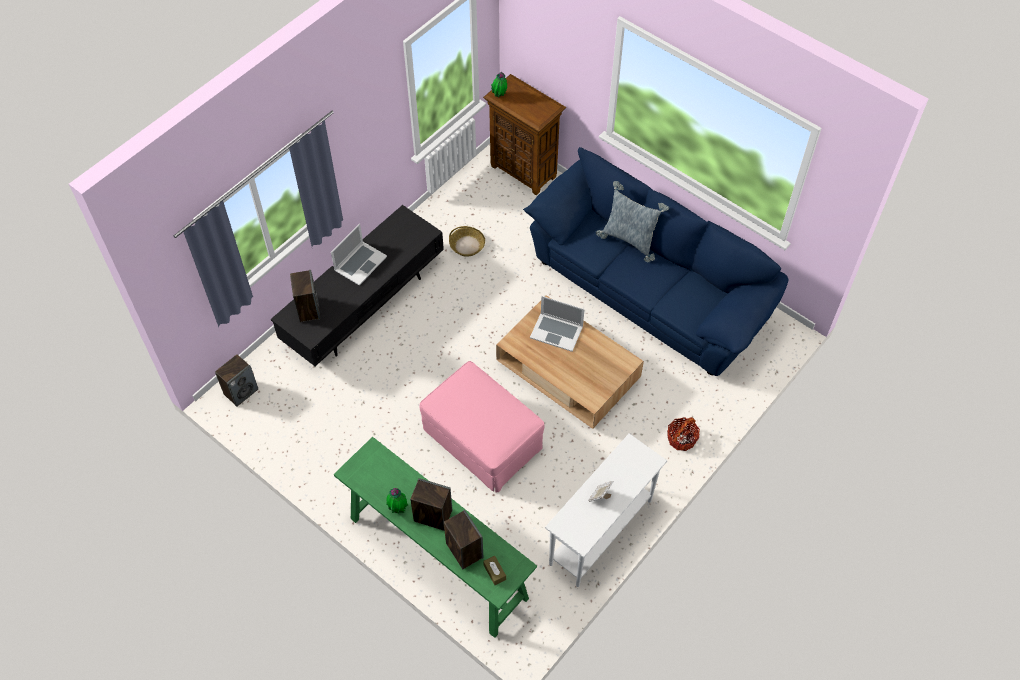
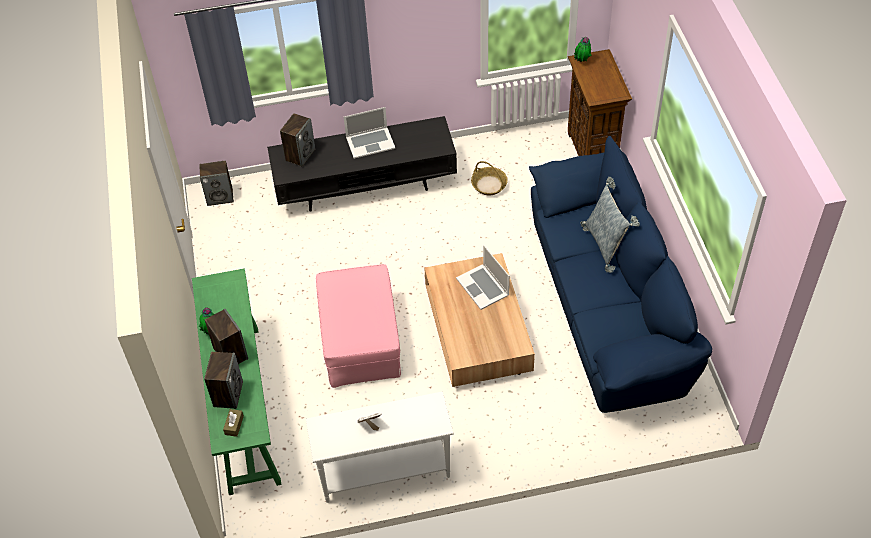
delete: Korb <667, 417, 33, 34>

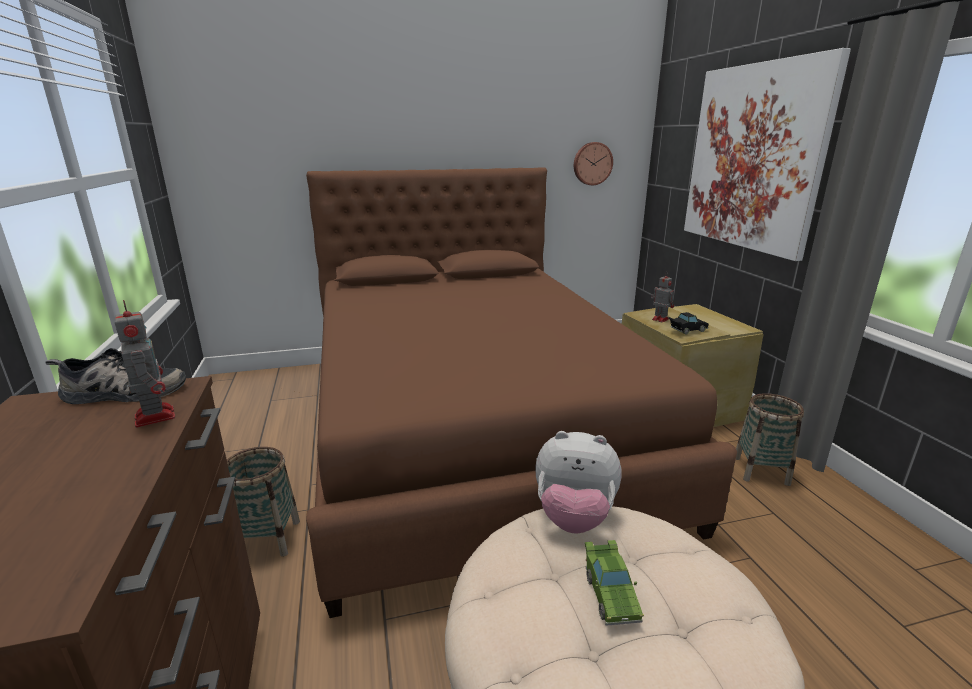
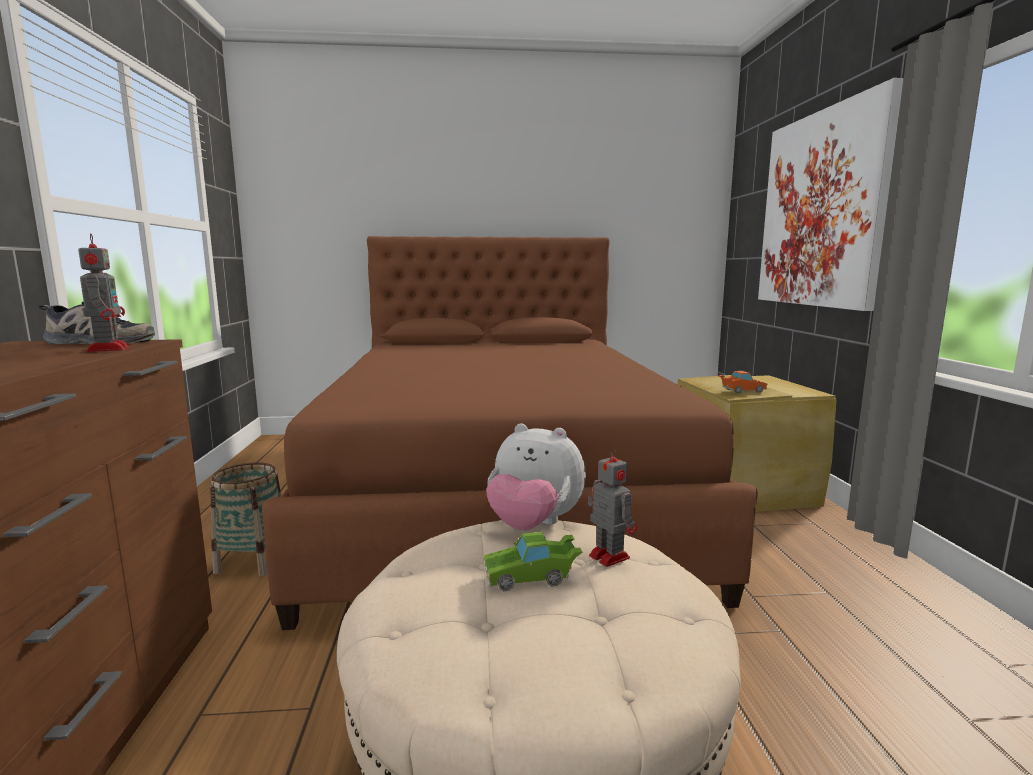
delete: Wanduhr <574, 142, 39, 43>; Korb <736, 393, 68, 93>
move: Spielzeugroboter <651, 274, 23, 48> to <588, 447, 49, 120>
recolor: Spielzeugauto/schwarz <668, 312, 41, 22> to Spielzeugauto/orange <718, 371, 50, 23>
rotate: Spielzeugauto/grün <585, 540, 59, 86> = <483, 532, 100, 59> 75 degrees clockwise

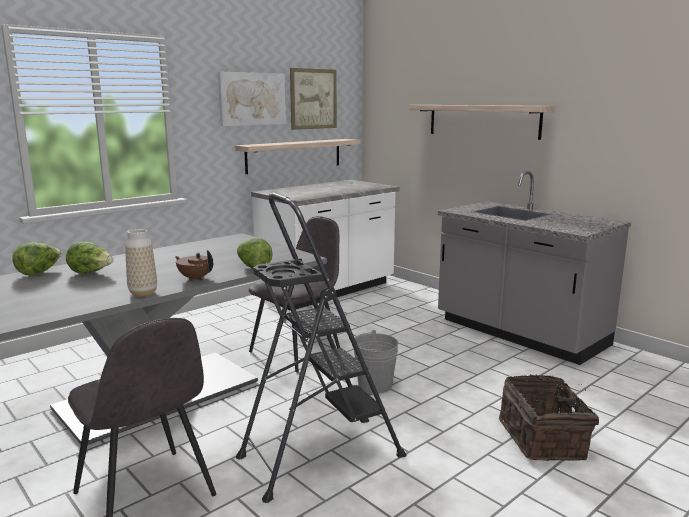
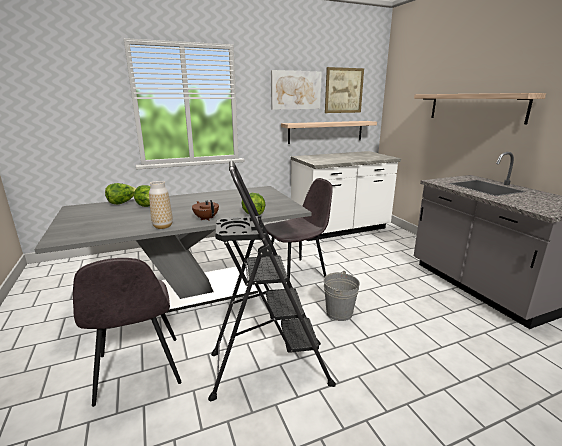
delete: Korb <499, 374, 100, 87>

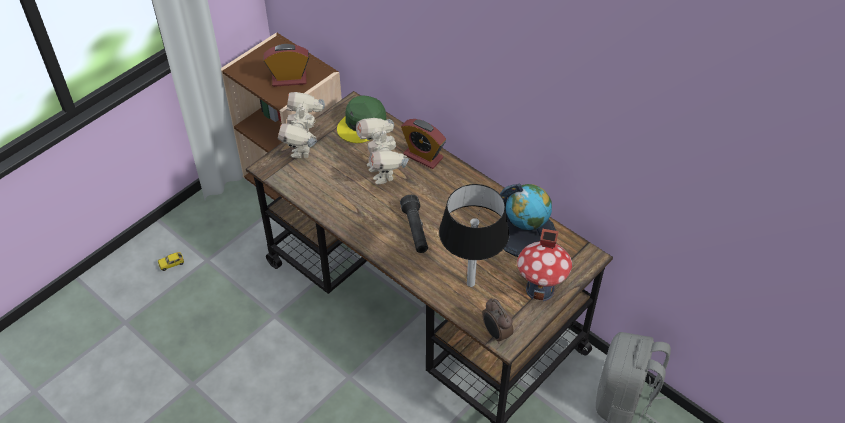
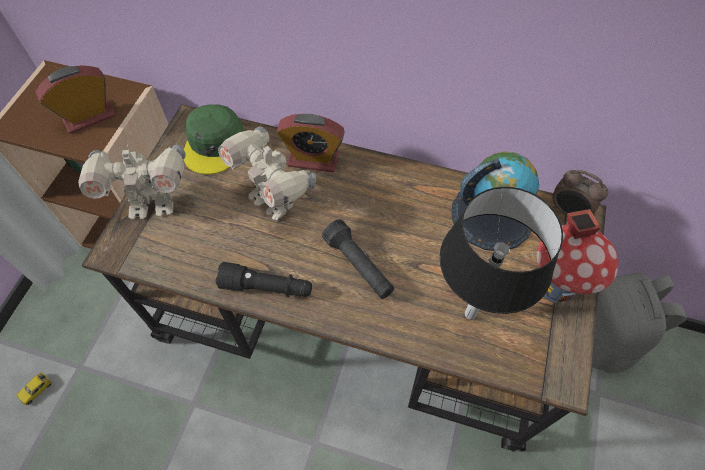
insert: Taschenlampe/schwarz <216, 262, 96, 35>
move: Wecker <482, 298, 32, 46> to <552, 170, 56, 45>
rotate: Spielzeugroboter <278, 92, 47, 66> = <78, 144, 108, 75> 75 degrees counterclockwise

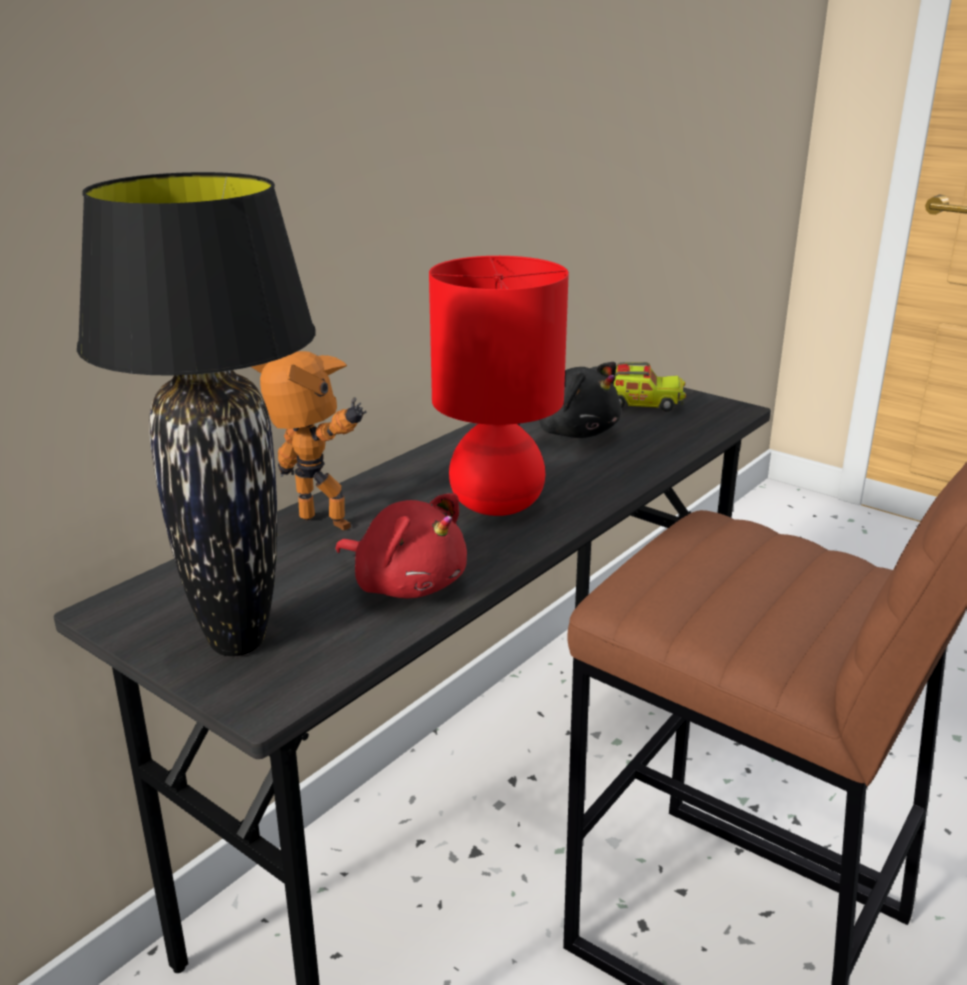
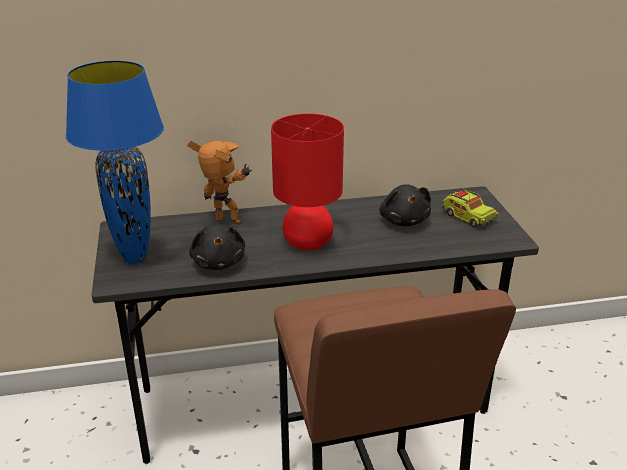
recolor: Tischlampe/schwarz <77, 172, 239, 484> to Tischlampe/blau <66, 61, 98, 203>; Plüschtier/rot <335, 493, 132, 105> to Plüschtier/schwarz <189, 223, 56, 47>
rotate: Spielzeugroboter <251, 351, 116, 179> = <187, 141, 65, 84> 45 degrees counterclockwise

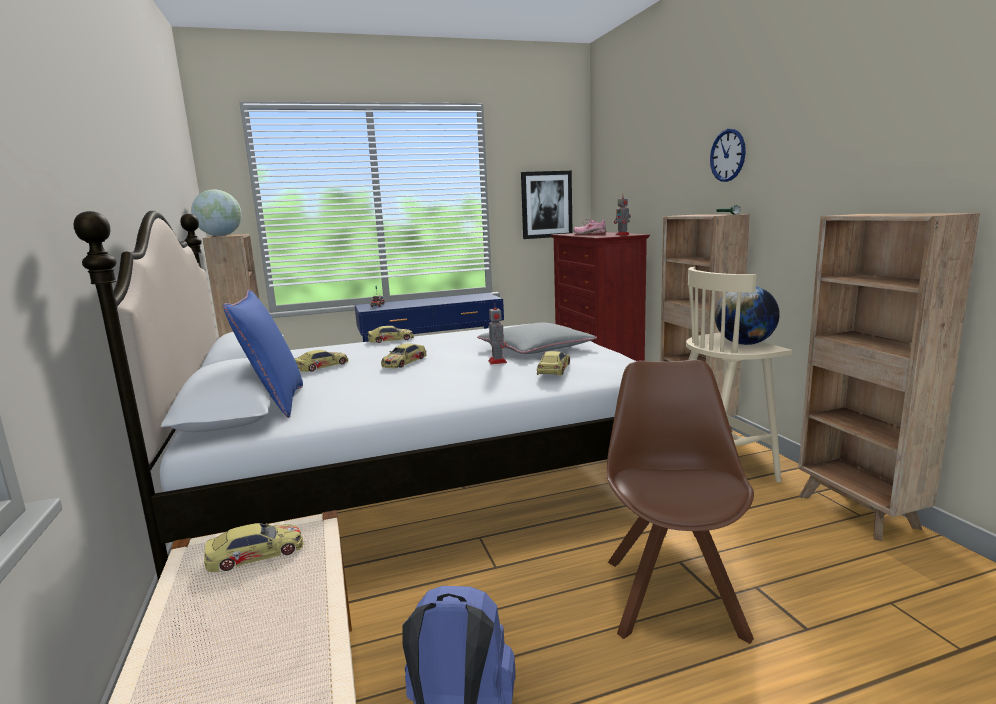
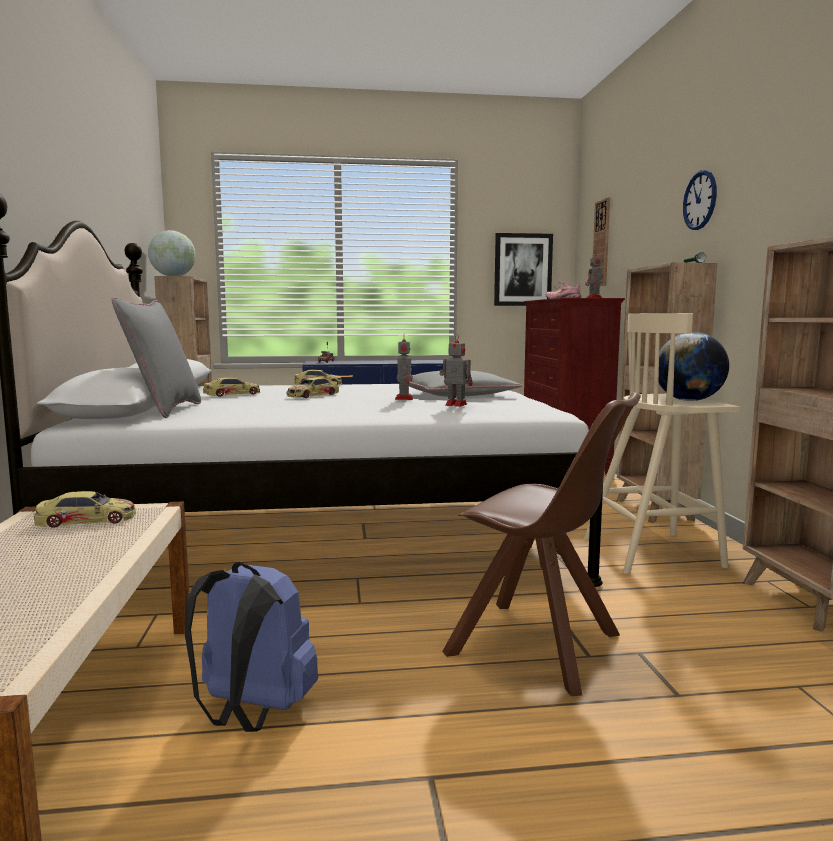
insert: Wanduhr <592, 197, 18, 89>
replace: Spielzeugauto <537, 351, 33, 25> to Spielzeugroboter <440, 334, 32, 73>
recolor: Kissen/blau <223, 289, 80, 129> to Kissen/grau <111, 297, 90, 121>
rotate: Stuhl/braun <607, 360, 147, 284> = <442, 392, 199, 304> 105 degrees clockwise

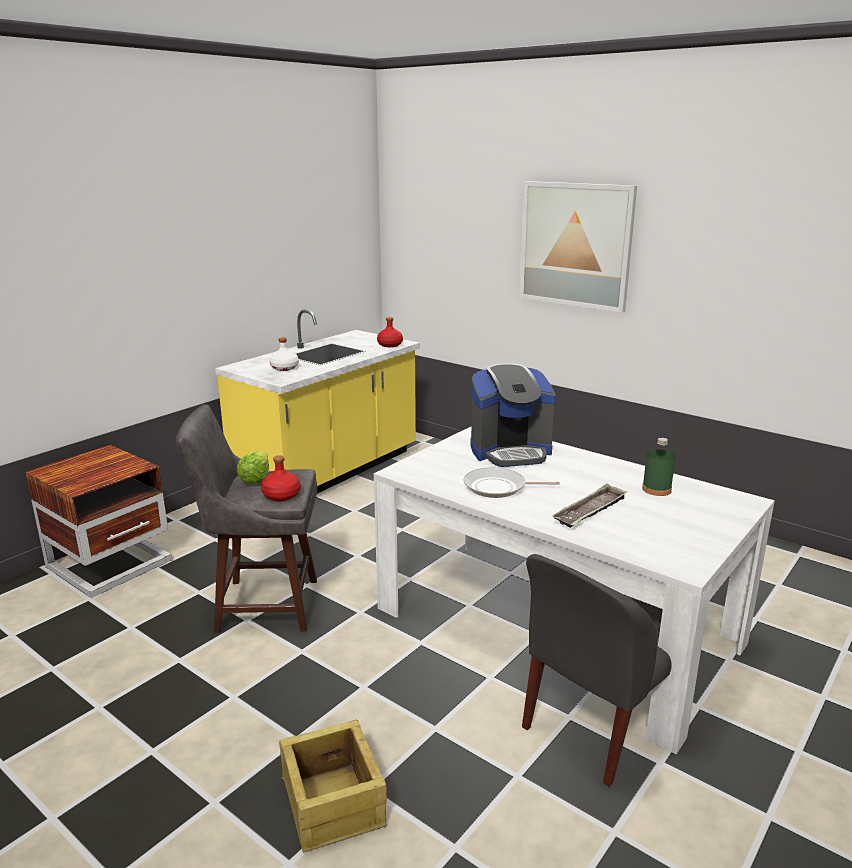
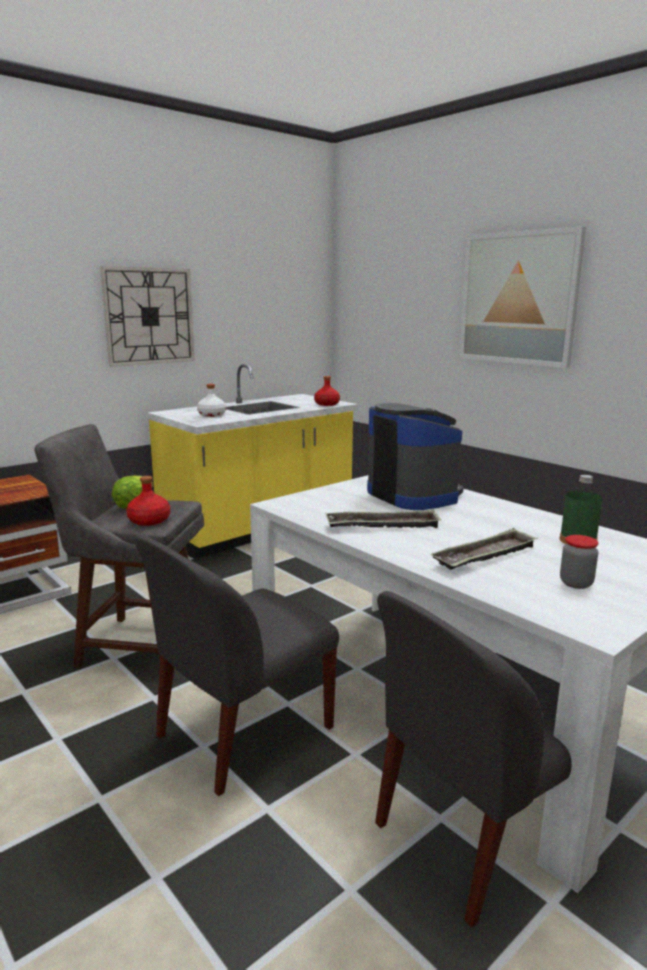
delete: Kiste <279, 720, 108, 132>
insert: Wanduhr <100, 266, 95, 101>; Stuhl/grau <134, 535, 205, 261>; Vorratsglas <560, 535, 38, 54>
replace: Pfanne <464, 467, 96, 31> to Tablett <325, 510, 117, 18>
rotate: Kaffeemaschine <471, 363, 85, 104> = <367, 403, 97, 107> 120 degrees counterclockwise

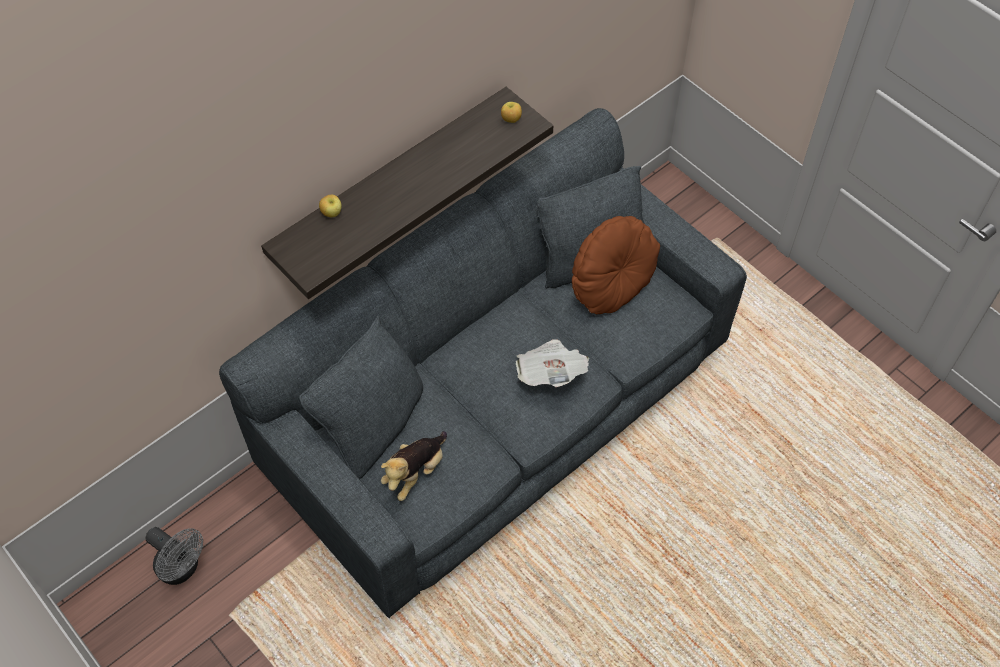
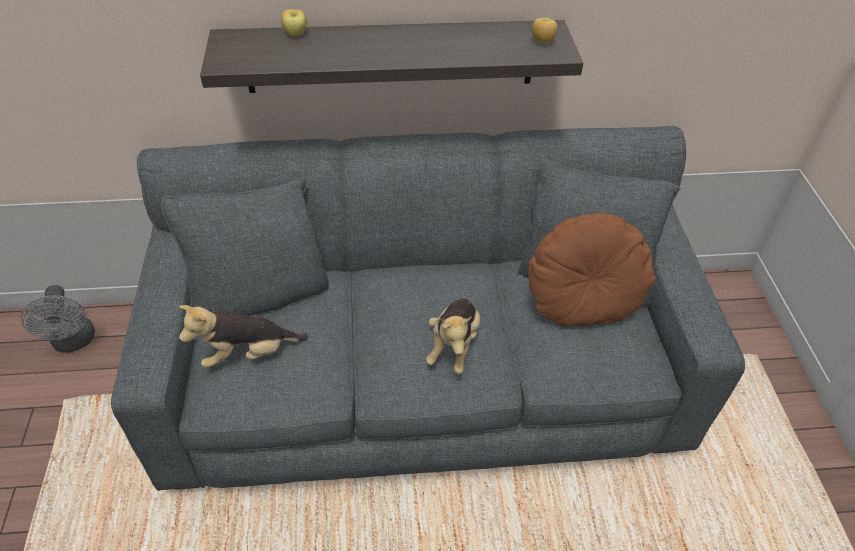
replace: Zeitung <516, 339, 73, 48> to Plüschtier <426, 298, 54, 76>

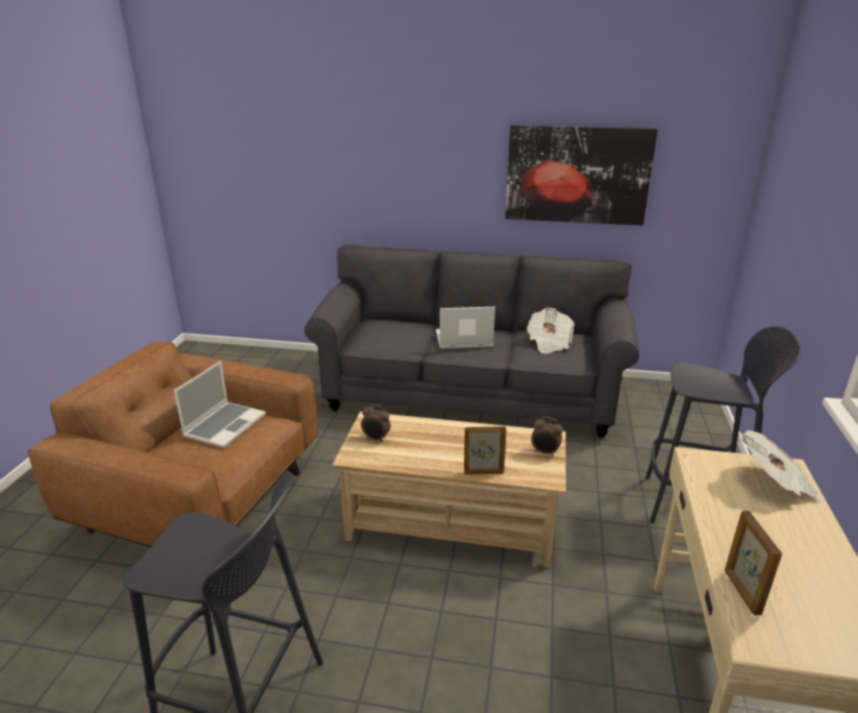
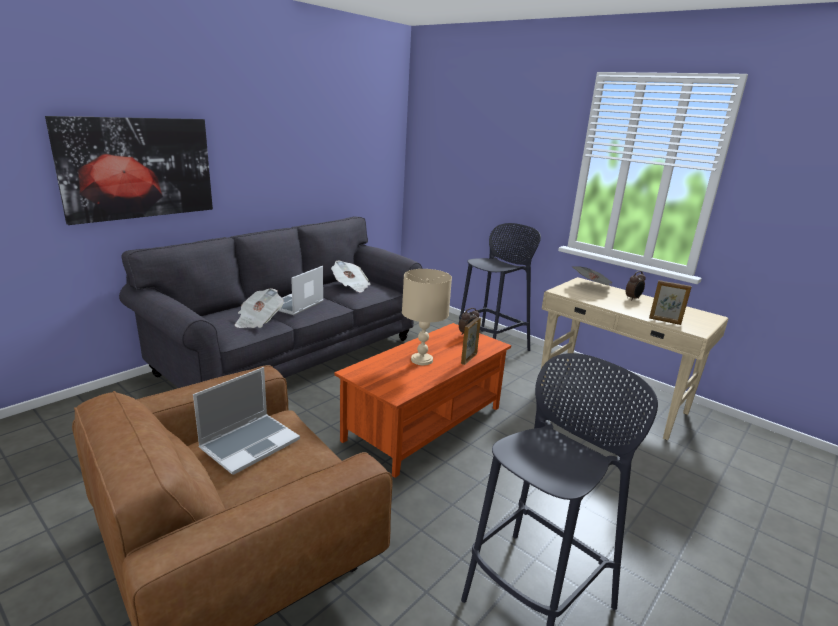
insert: Zeitung <235, 288, 49, 40>; Tischlampe/beige <402, 269, 50, 96>
move: Wecker <361, 404, 30, 38> to <626, 271, 20, 30>; Bild <505, 125, 153, 100> to <45, 116, 168, 109>
recolor: Couchtisch/beige <332, 411, 234, 157> to Couchtisch/orange <334, 323, 177, 155>
rotate: Laptop <174, 361, 92, 87> = <193, 367, 107, 108> 75 degrees clockwise

